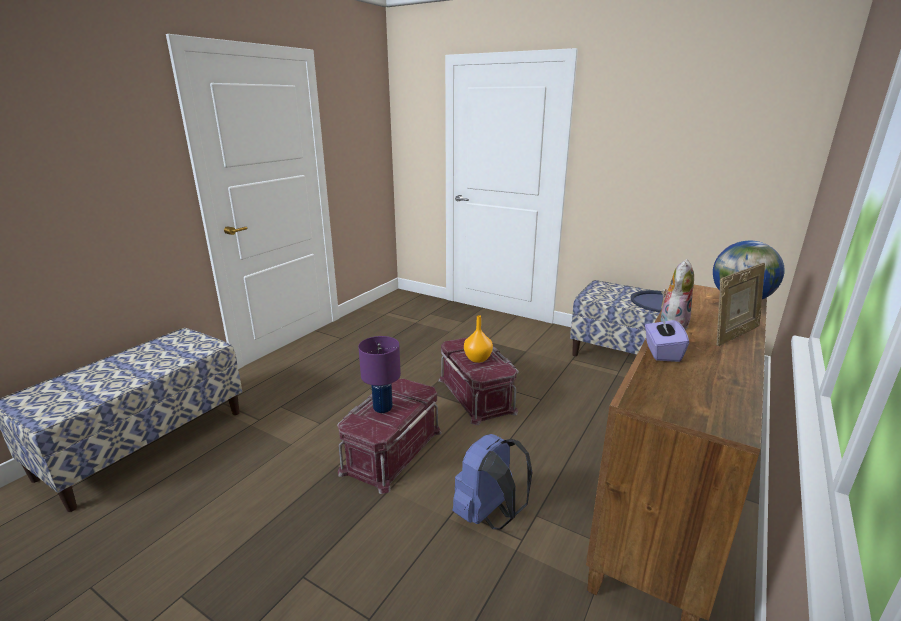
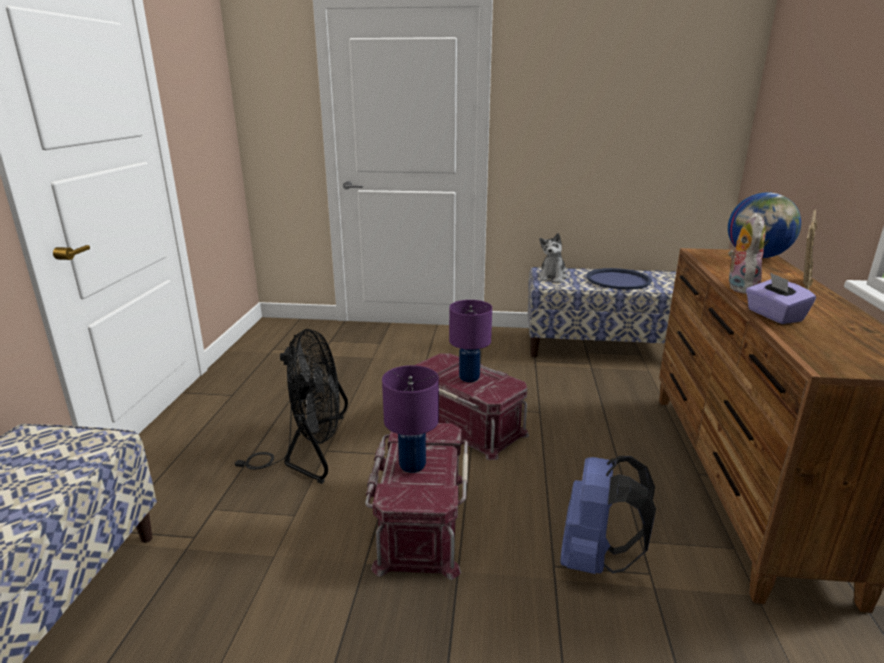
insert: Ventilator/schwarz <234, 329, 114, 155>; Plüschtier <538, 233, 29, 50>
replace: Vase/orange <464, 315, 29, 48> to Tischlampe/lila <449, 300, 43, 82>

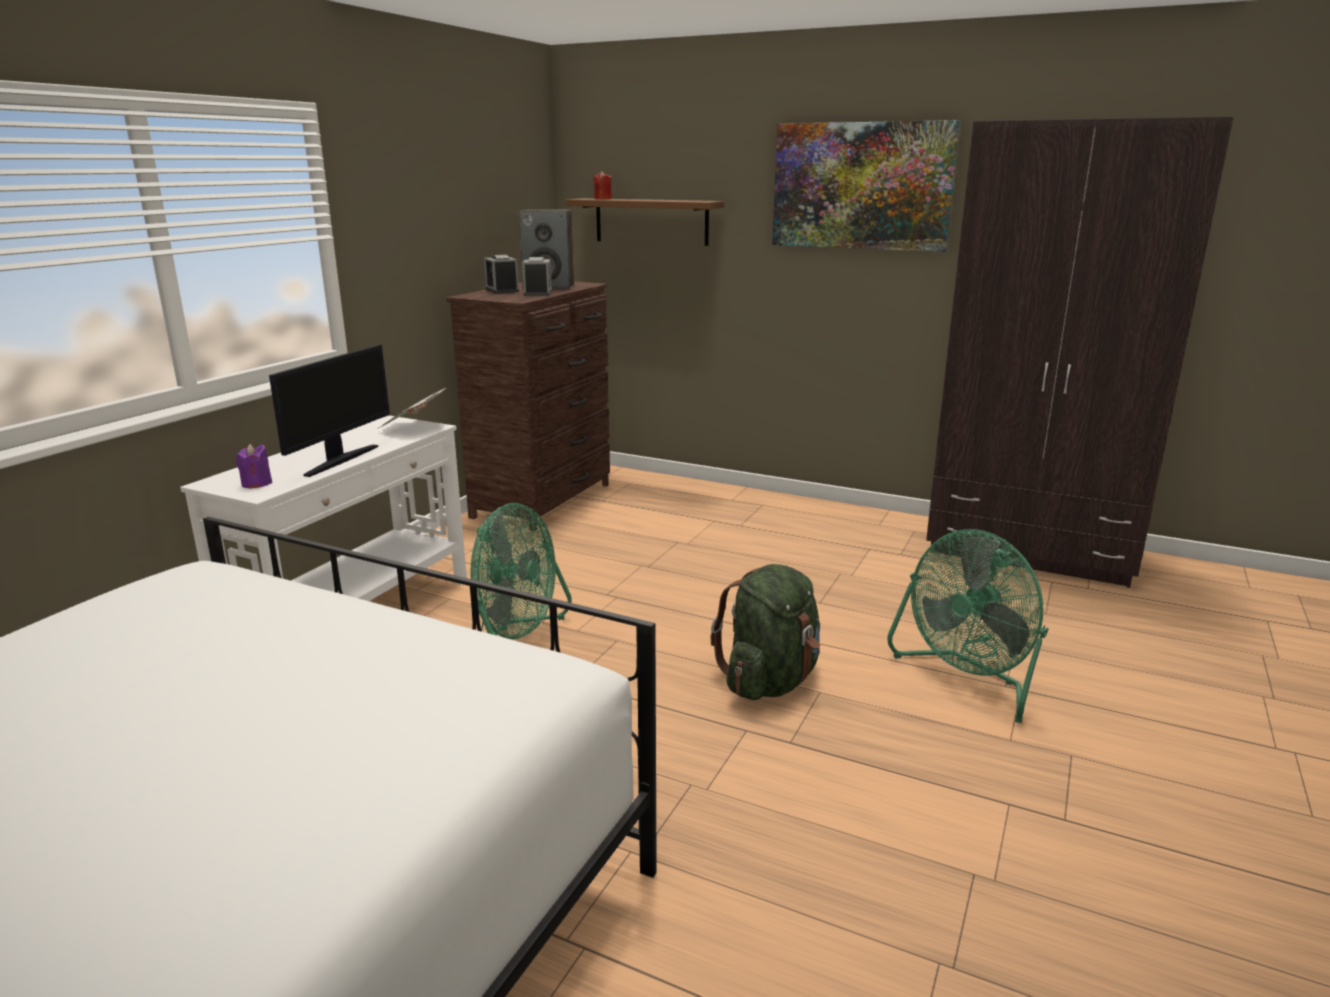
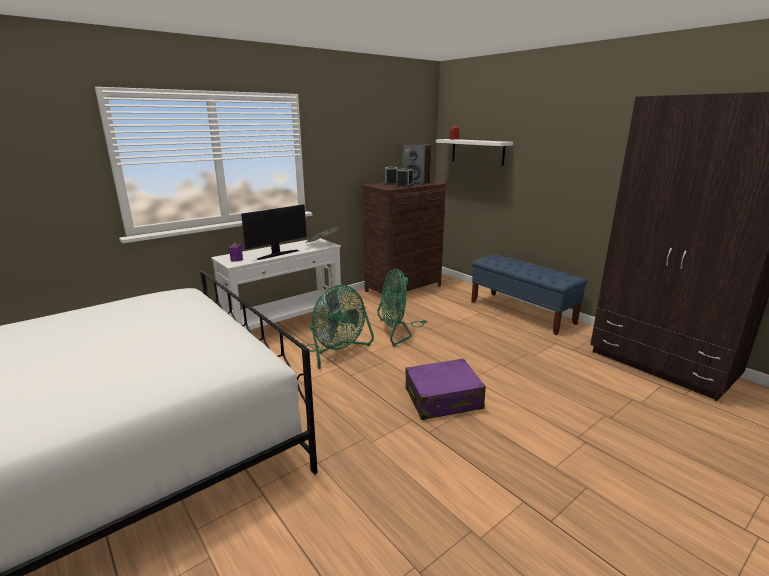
delete: Bild <772, 120, 189, 132>
insert: Bank/blau <471, 254, 116, 81>
move: Ventilator/grün <888, 529, 160, 194> to <377, 269, 50, 77>
replace: Rucksack/grün <711, 564, 109, 136> to Koffer/lila <405, 358, 81, 62>
recolor: Wandregal/braun <566, 198, 158, 48> to Wandregal/weiß <436, 139, 77, 27>

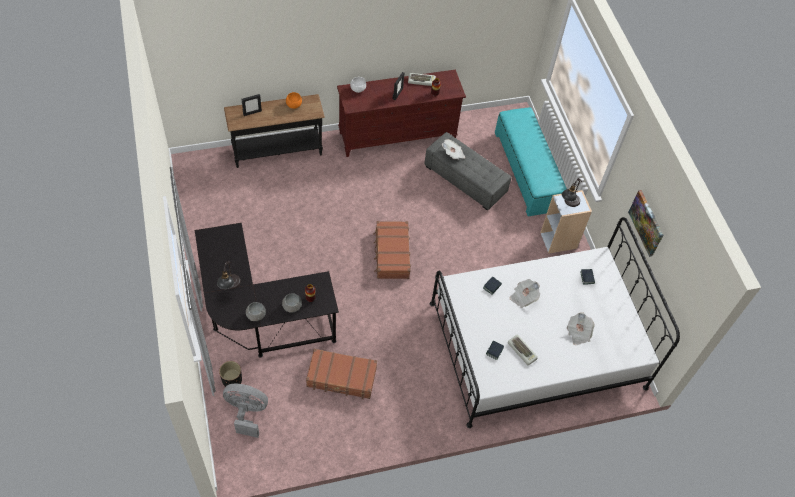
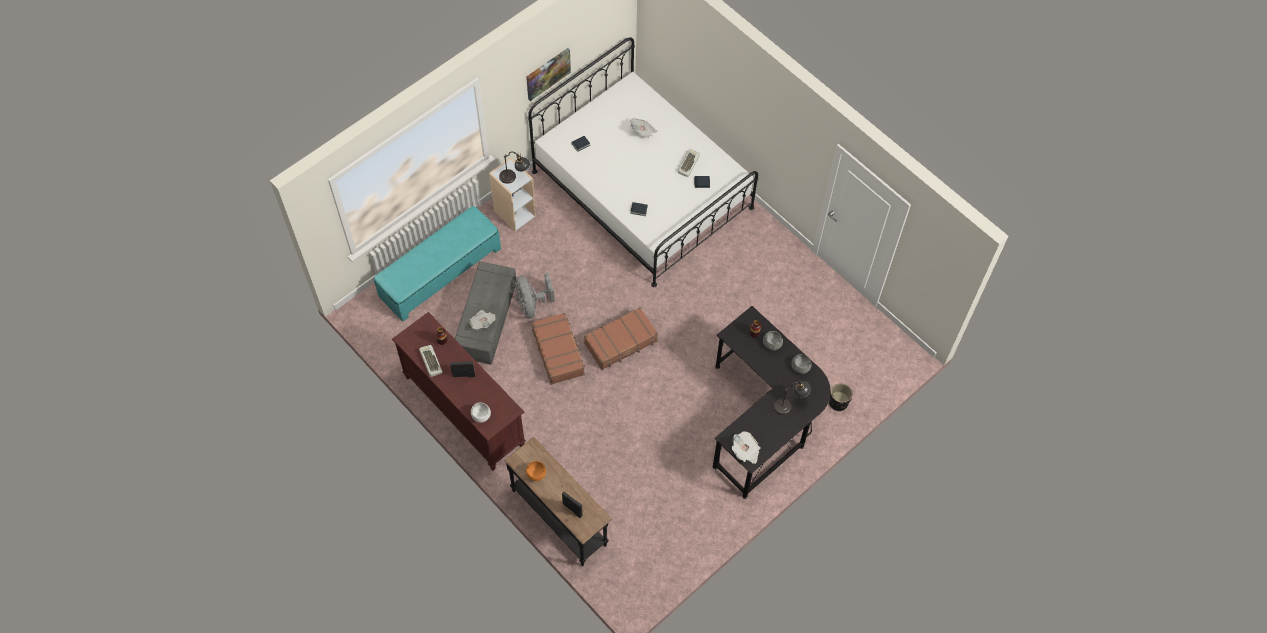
move: Ventilator/grau <223, 384, 45, 54> to <515, 273, 40, 45>; Koffer/braun <306, 349, 71, 50> to <531, 313, 54, 72>; Zeitung <510, 279, 30, 29> to <732, 431, 29, 33>

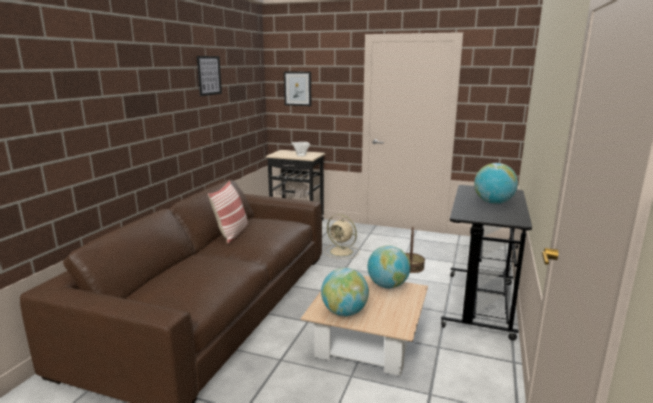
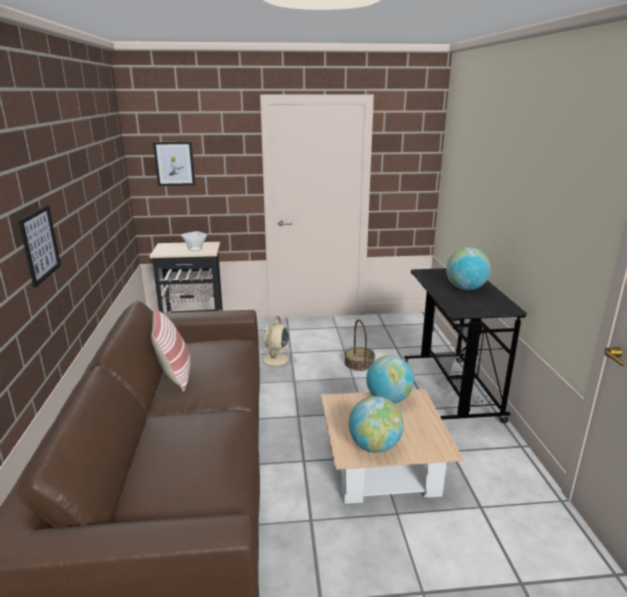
move: Bild <197, 56, 25, 40> to <18, 205, 43, 83>
rotate: Ventilator/beige <324, 214, 36, 45> = <259, 316, 36, 54> 90 degrees clockwise

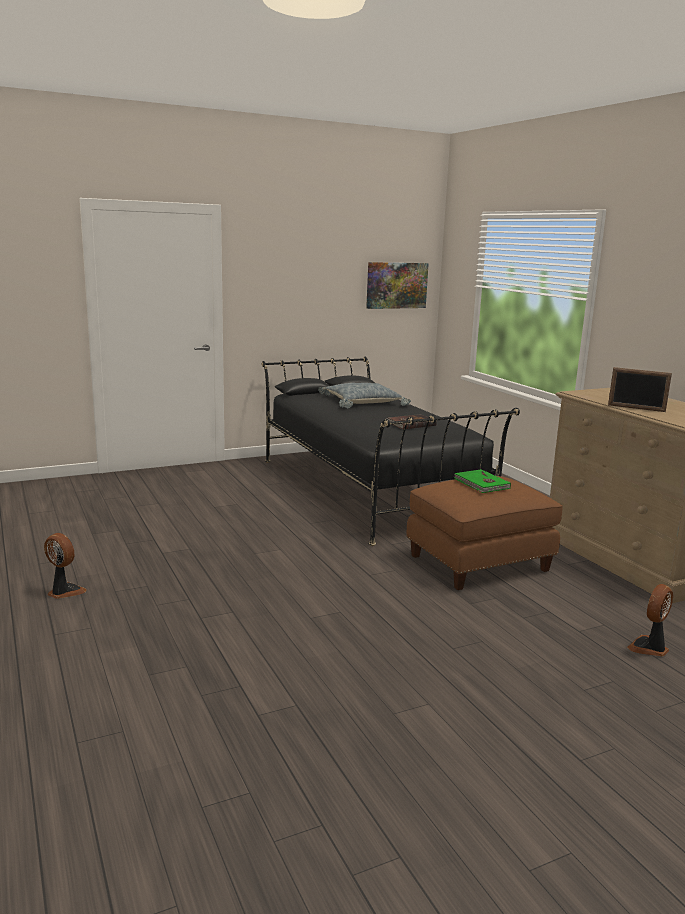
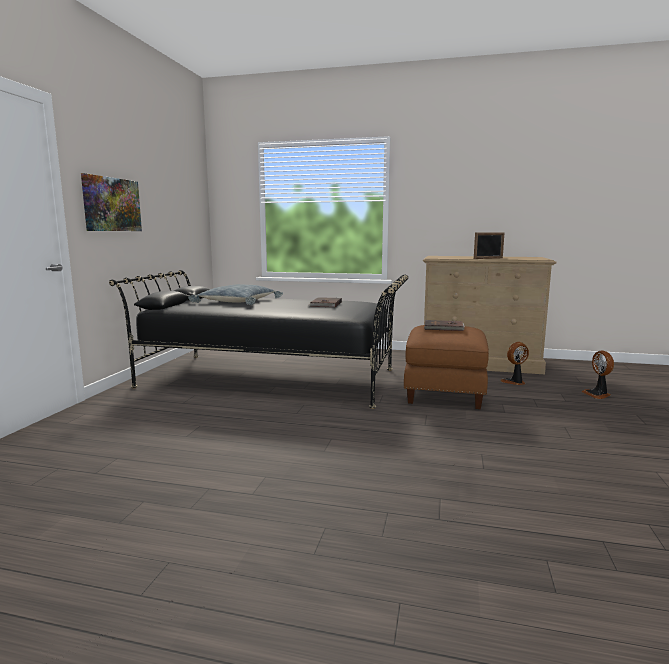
move: Ventilator <44, 533, 43, 66> to <500, 342, 29, 43>; Bild <366, 262, 63, 47> to <81, 173, 61, 58>
recolor: Buch/grün <454, 469, 57, 24> to Buch/braun <424, 320, 41, 11>

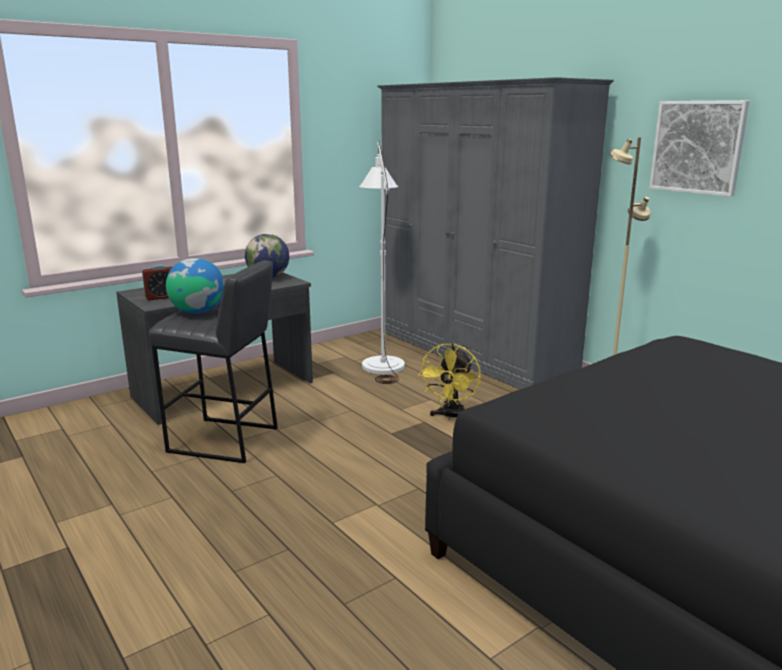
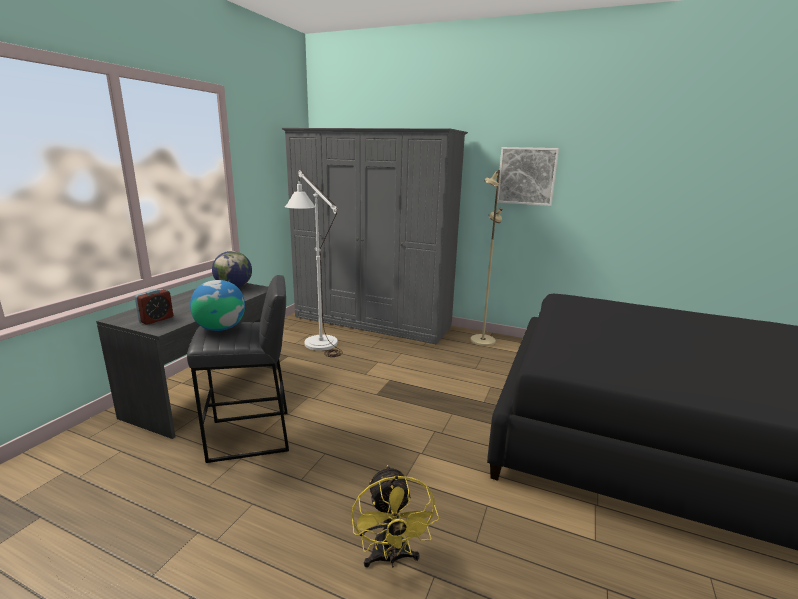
move: Ventilator/gelb <418, 343, 63, 77> to <351, 465, 88, 103>

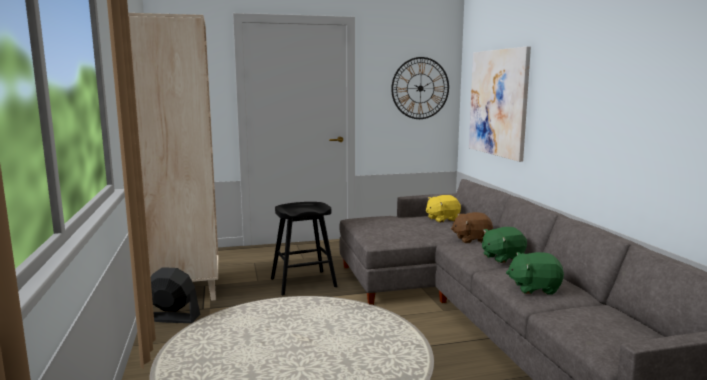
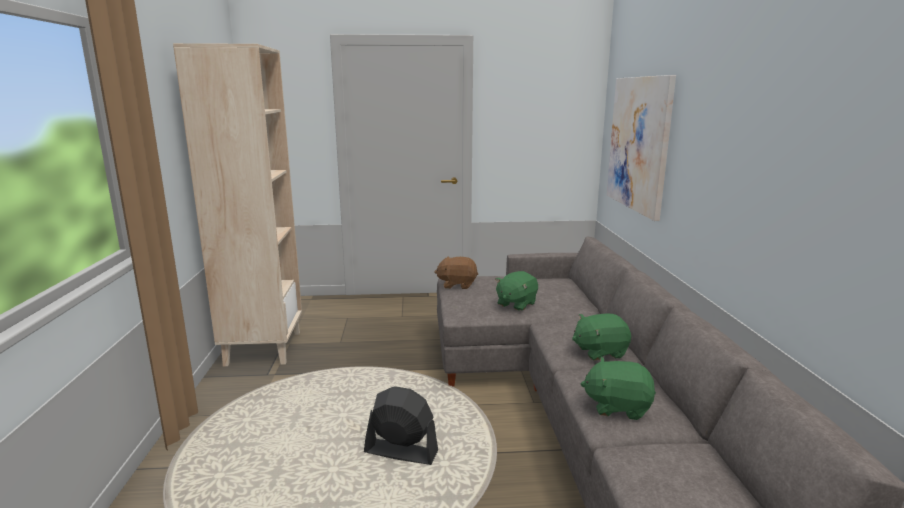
delete: Hocker/schwarz <271, 202, 66, 93>; Wanduhr <391, 57, 58, 62>; Plüschtier/gelb <426, 195, 35, 28>
insert: Plüschtier/grün <495, 271, 43, 40>
move: Ventilator/schwarz <151, 268, 49, 55> to <364, 386, 74, 79>; Plüschtier/braun <451, 212, 42, 31> to <435, 257, 43, 32>

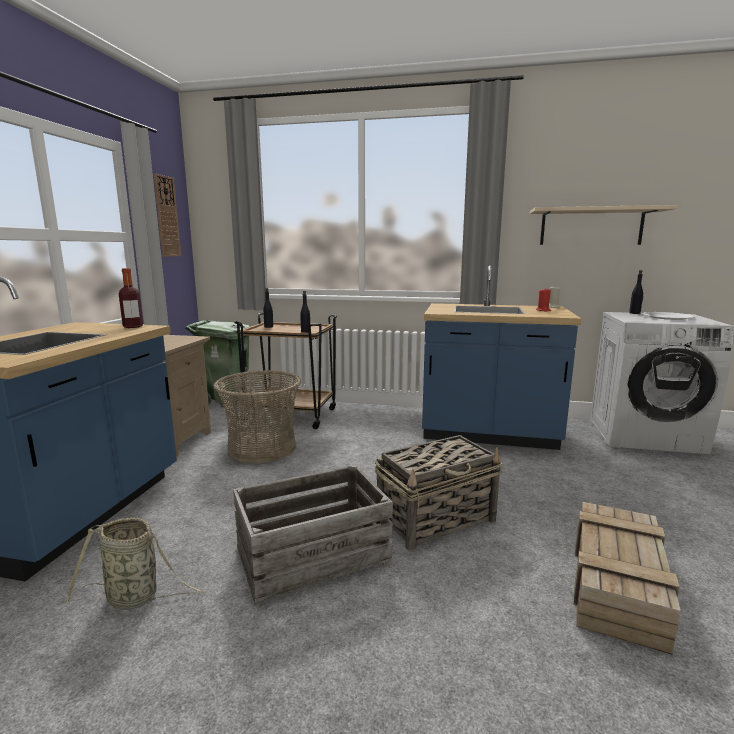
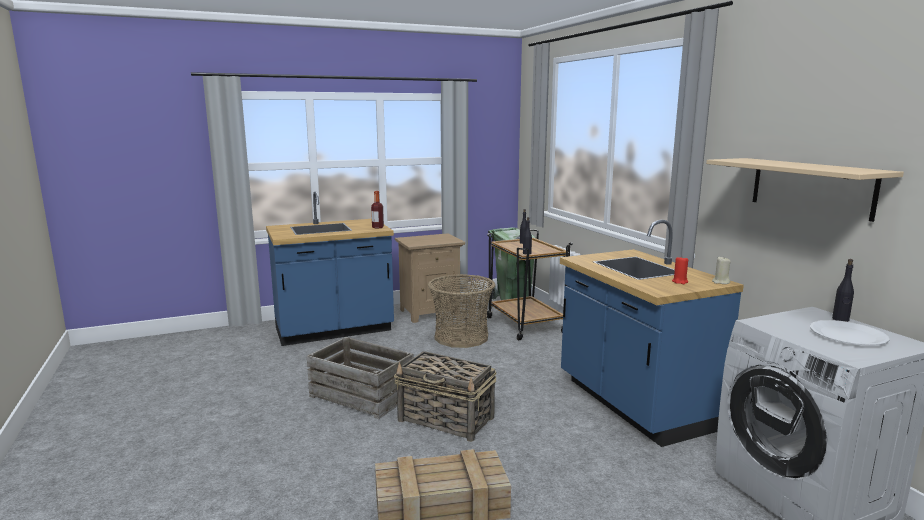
delete: Korb <66, 517, 140, 93>; Wanduhr <154, 174, 27, 83>

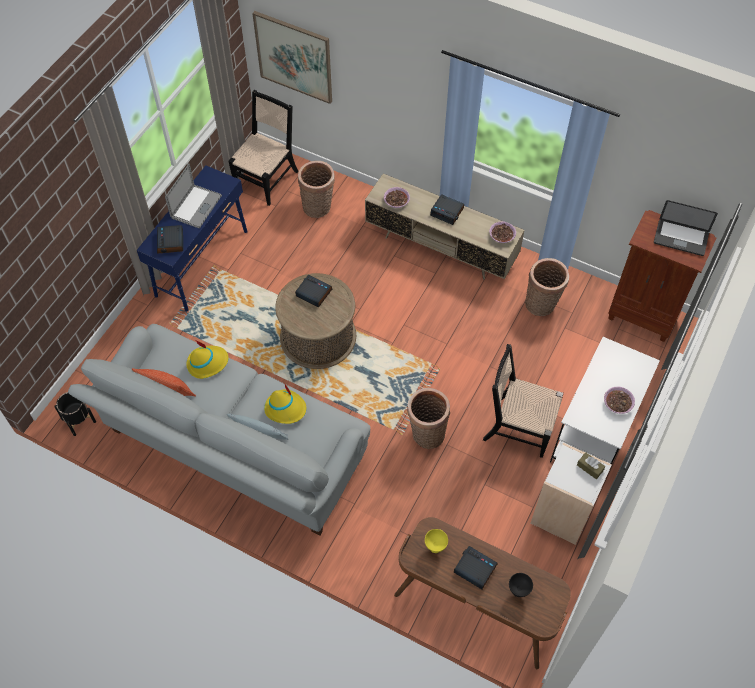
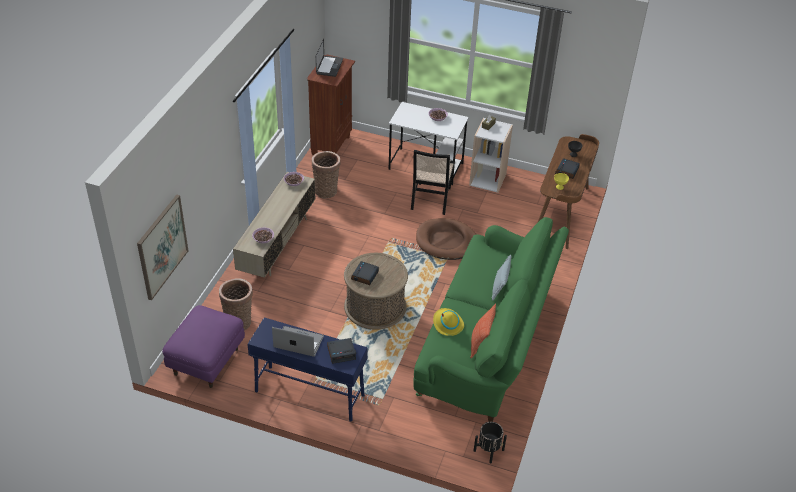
delete: Hut/gelb <264, 383, 43, 41>; Wecker <430, 194, 34, 31>
replace: Stuhl <228, 90, 71, 116> to Polsterhocker/lila <162, 305, 83, 83>; Korb <407, 388, 43, 61> to Hundebett/braun <416, 218, 60, 42>
recolor: Sofa/grau <68, 324, 302, 212> to Sofa/grün <413, 217, 156, 205>

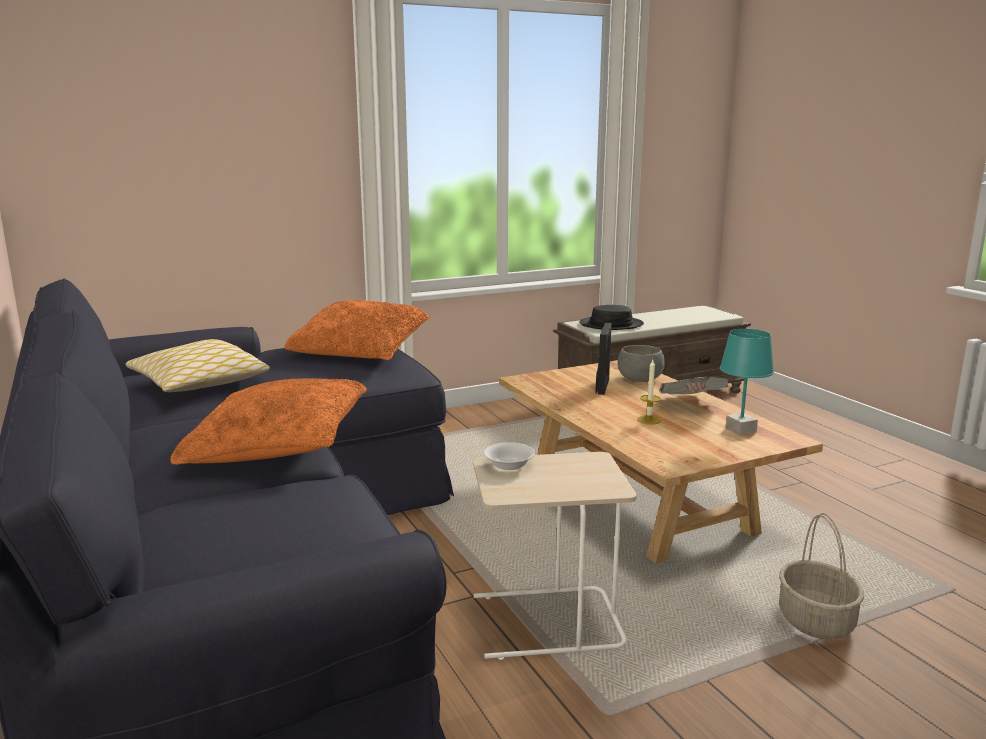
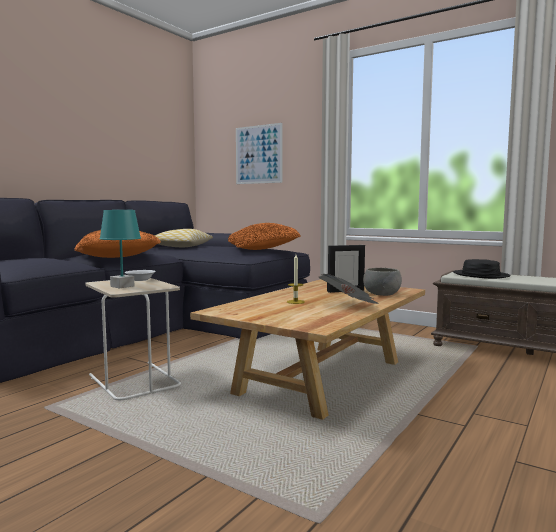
delete: Korb <779, 513, 85, 127>
insert: Bild <236, 123, 46, 61>
move: Tischlampe/türkis <720, 329, 54, 106> to <100, 210, 41, 79>

